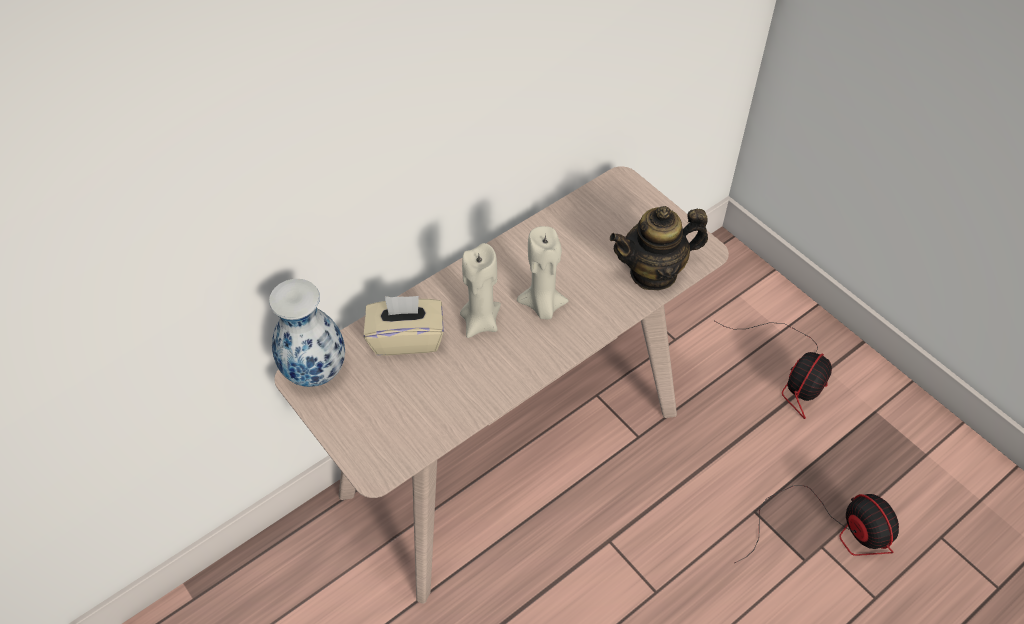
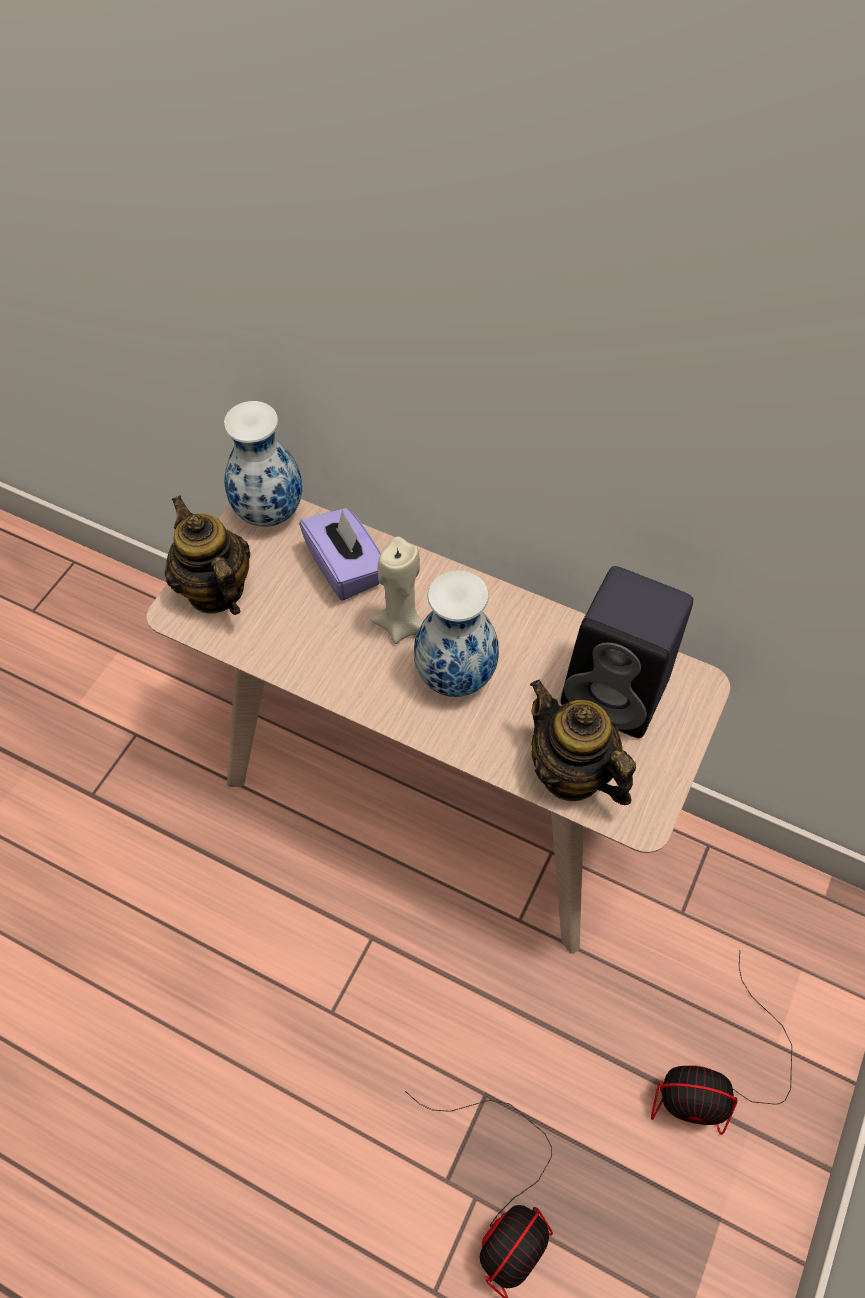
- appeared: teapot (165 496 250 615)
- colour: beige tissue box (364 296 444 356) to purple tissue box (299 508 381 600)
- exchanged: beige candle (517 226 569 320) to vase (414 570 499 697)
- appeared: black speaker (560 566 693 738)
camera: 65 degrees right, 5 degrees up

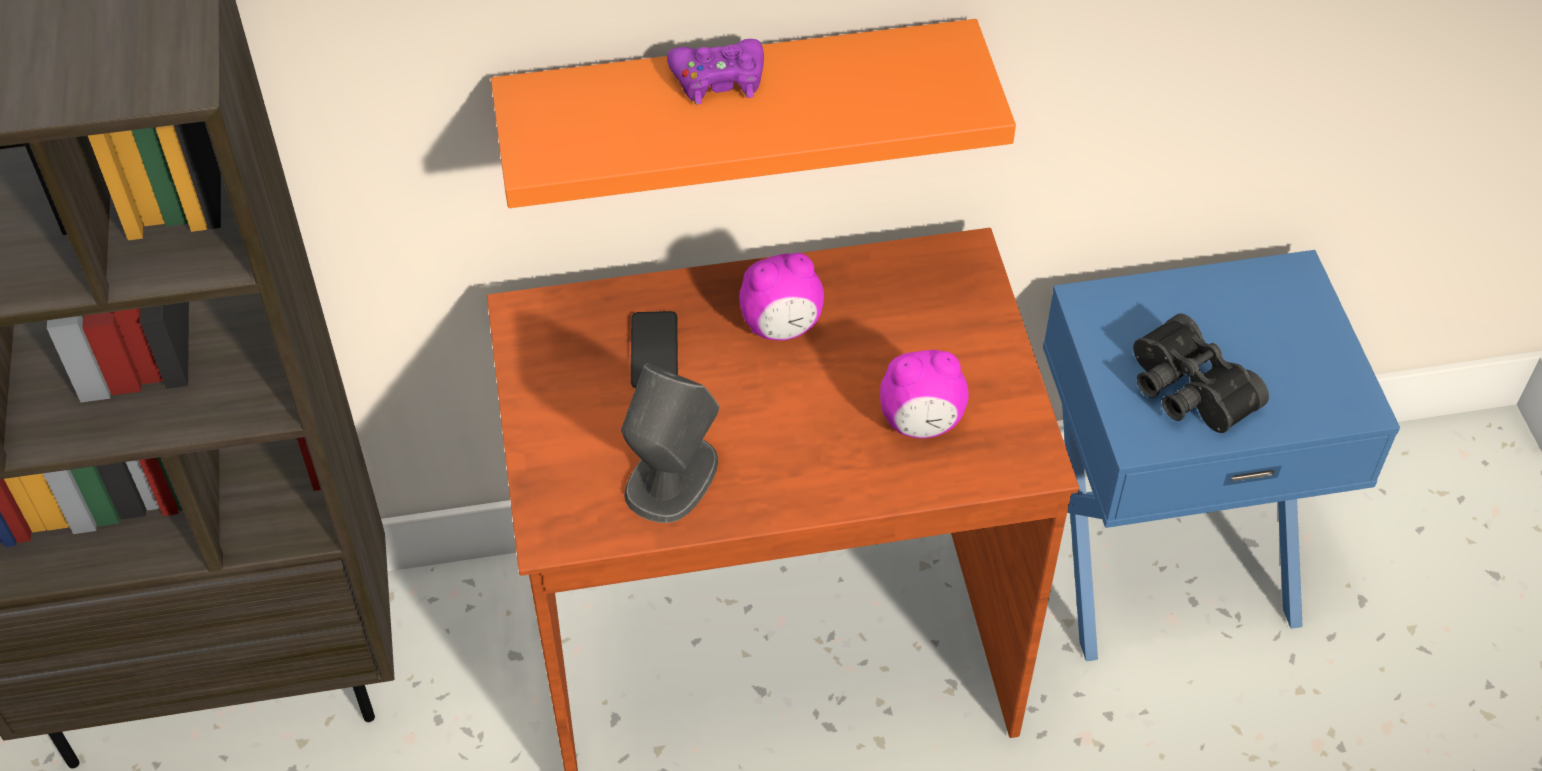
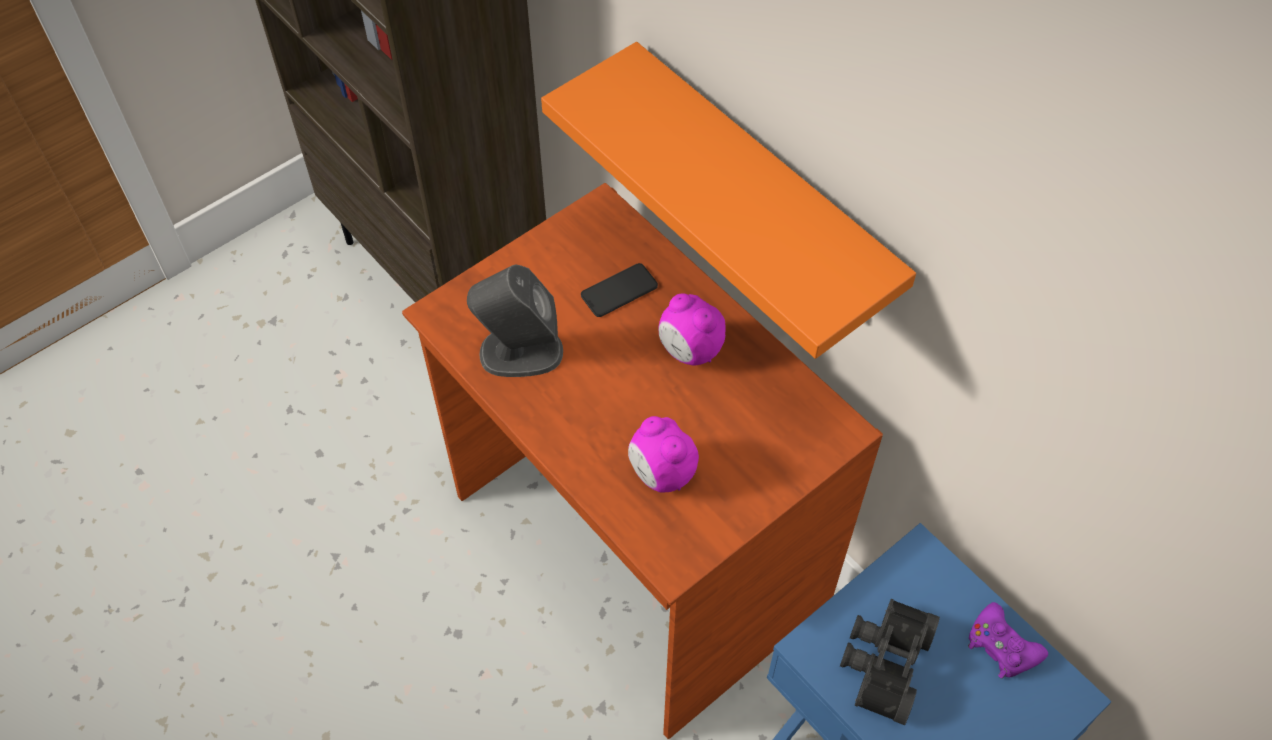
- relocated: purple game controller (667 39 764 104) to (968 602 1048 679)
camera: 60 degrees right, 5 degrees up

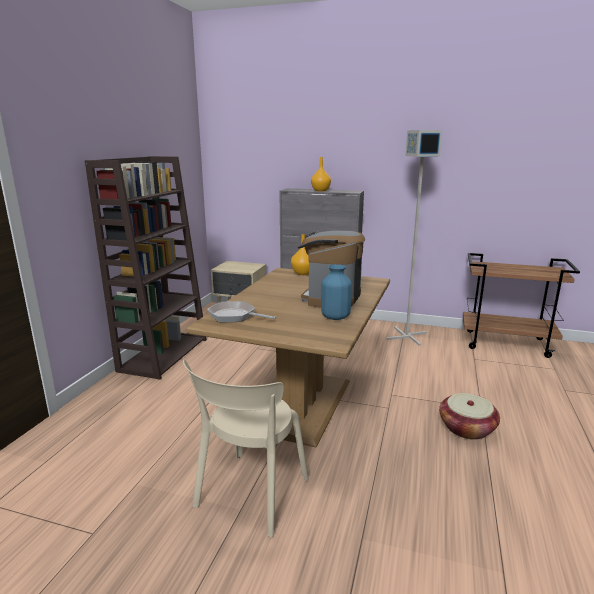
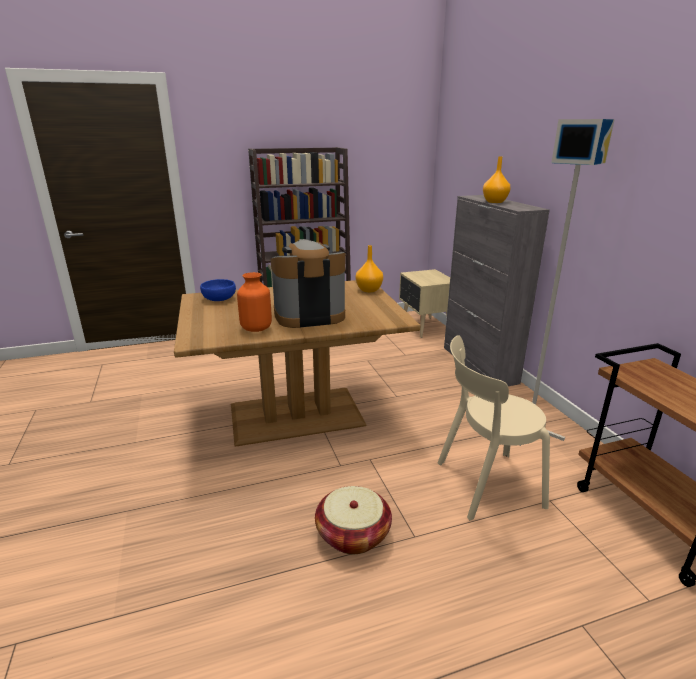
- exchanged: frying pan (207 301 276 323) to blue bowl (200 279 236 301)
- colour: blue vase (321 264 352 320) to orange vase (237 272 272 332)
- relocated: beige chair (183 359 309 537) to (438 335 550 520)
camera: 55 degrees right, 5 degrees up

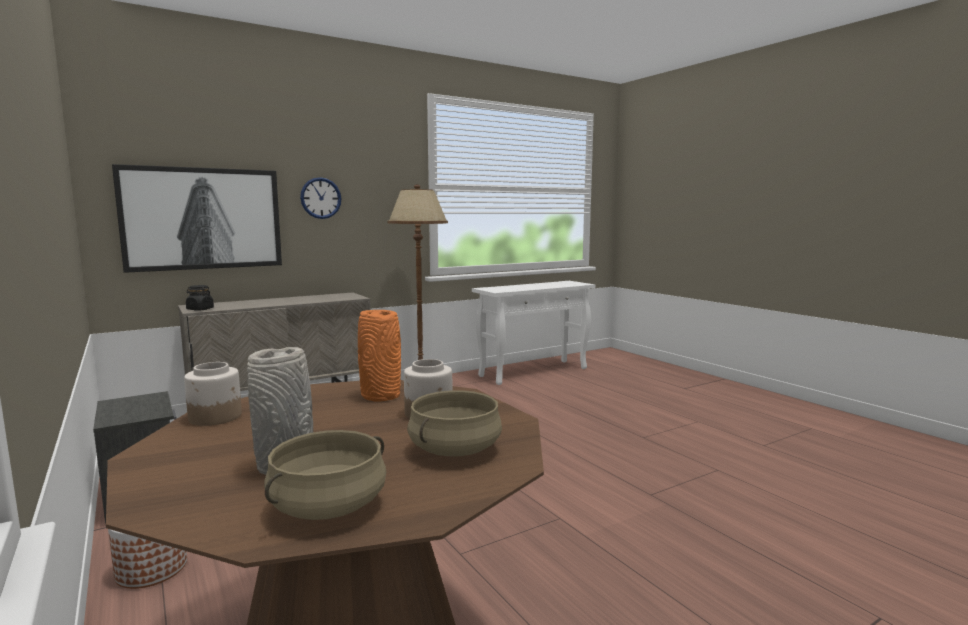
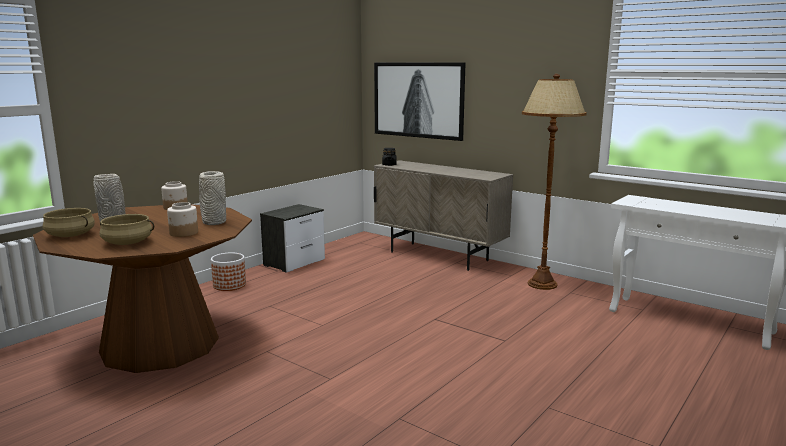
- colour: orange vase (358 310 401 401) to grey vase (199 171 226 225)
- missing: wall clock (300 177 342 219)
camera: 70 degrees right, 5 degrees up

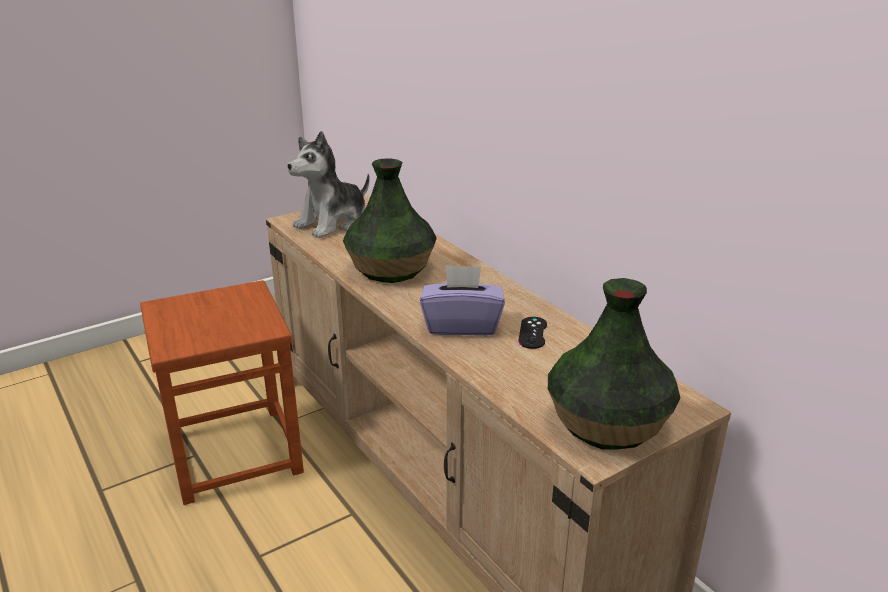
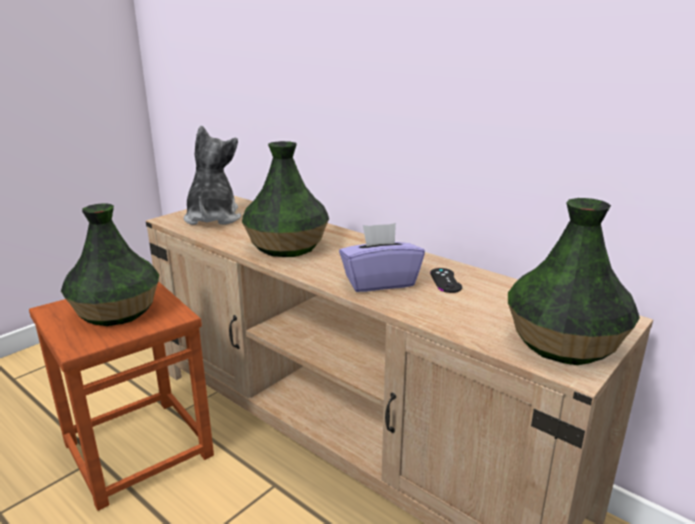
- appeared: vase (61 204 159 326)
- spun: plush toy (287 131 370 238) = (184 126 241 225) 150 degrees clockwise
camera: 15 degrees left, 5 degrees down

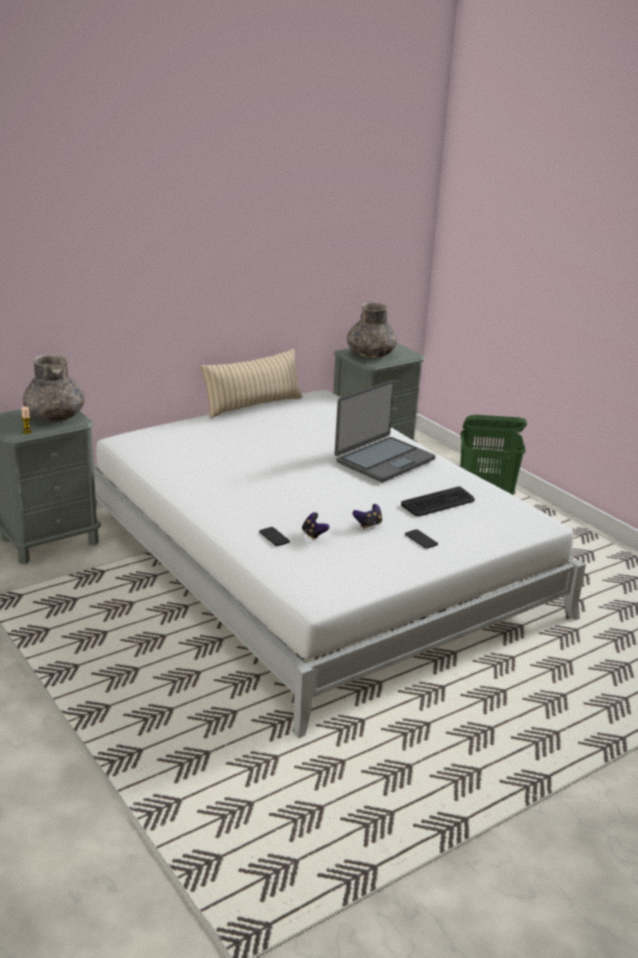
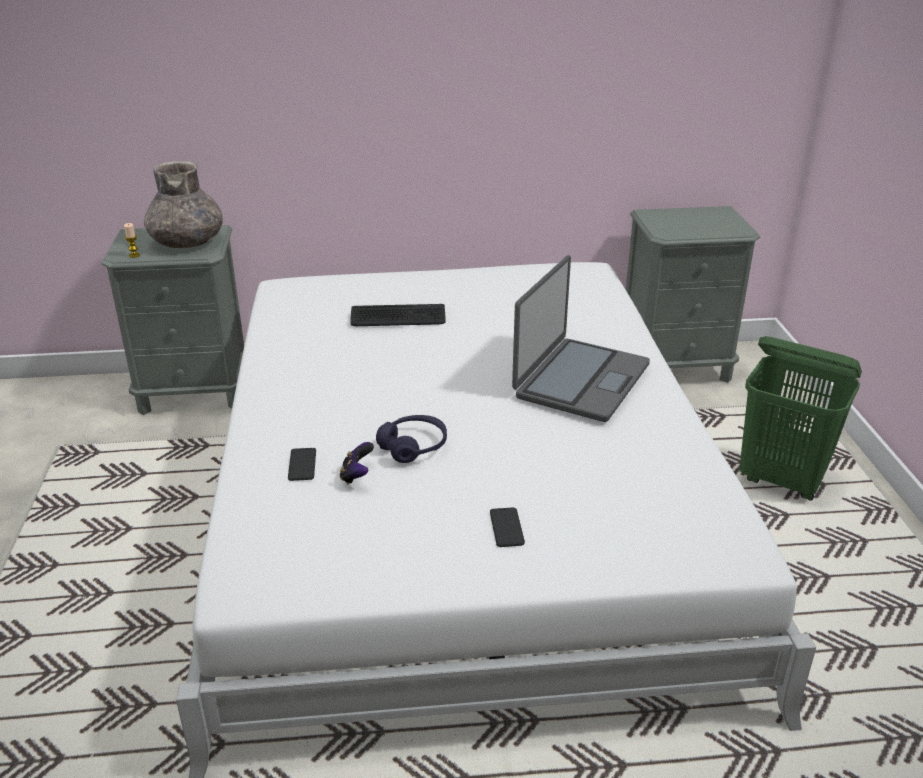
- relocated: keyboard (401 486 475 516) to (350 304 446 326)
- appeared: purple headphones (376 415 447 463)
- spun: laptop (335 380 436 482) = (512 255 650 422) 45 degrees counterclockwise
- missing: beige pillow (200 349 303 418)
- missing: grey vase (347 302 398 358)
- missing: game controller (353 504 382 529)
camera: 30 degrees right, 5 degrees up

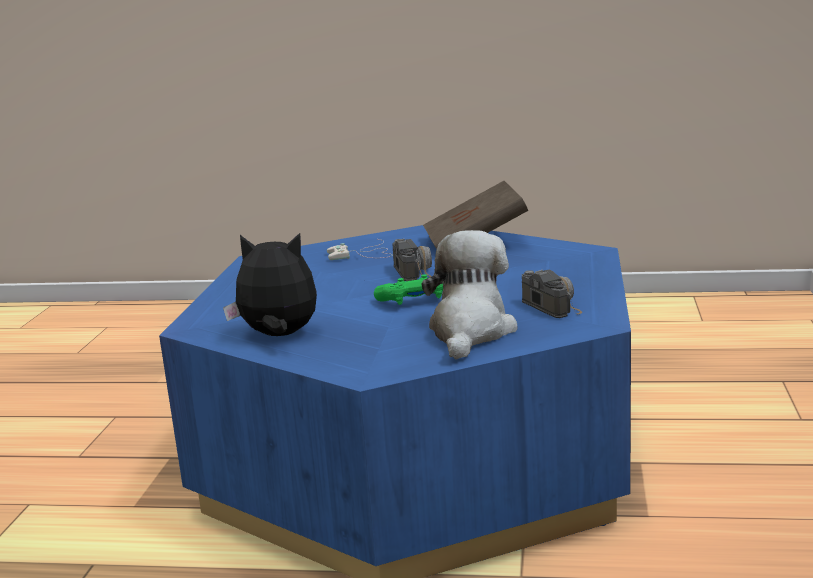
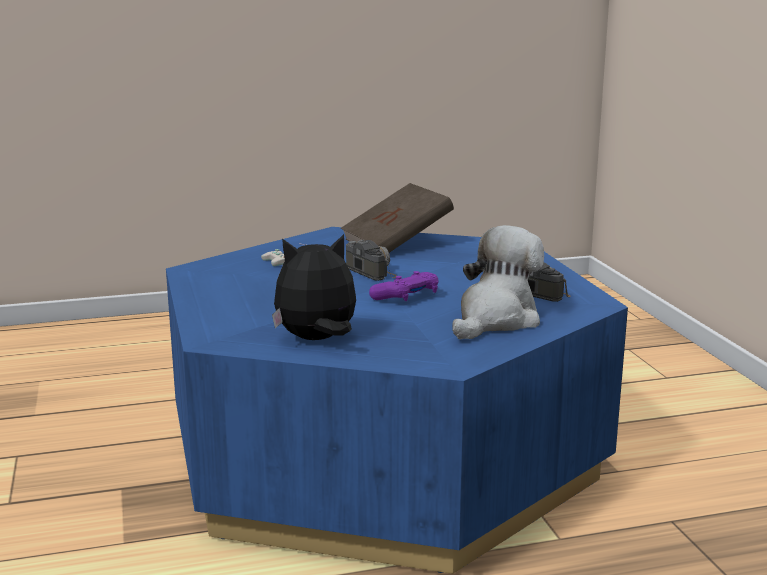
- colour: green game controller (374 274 443 305) to purple game controller (369 271 439 301)
- spun: plush toy (421 230 517 360) = (452 225 544 340) 45 degrees clockwise
camera: 25 degrees left, 0 degrees up

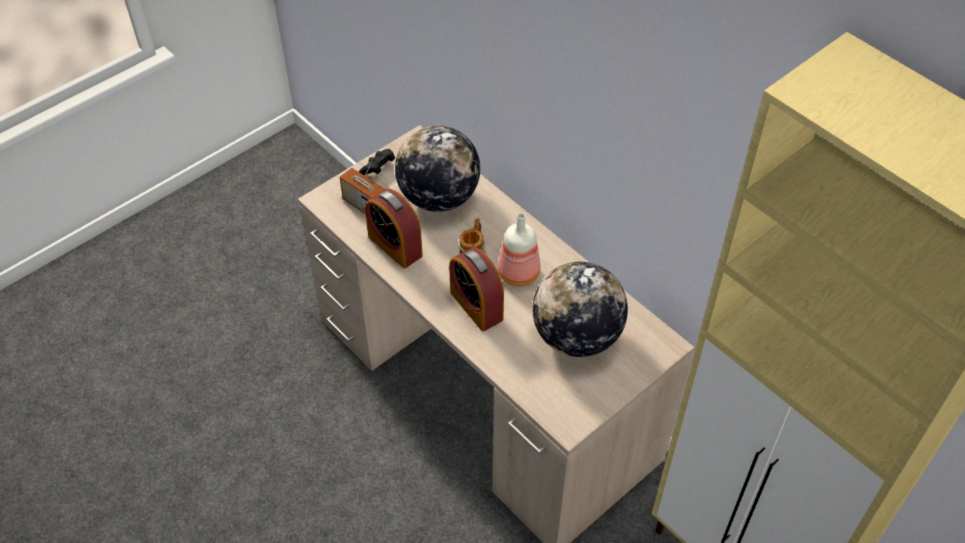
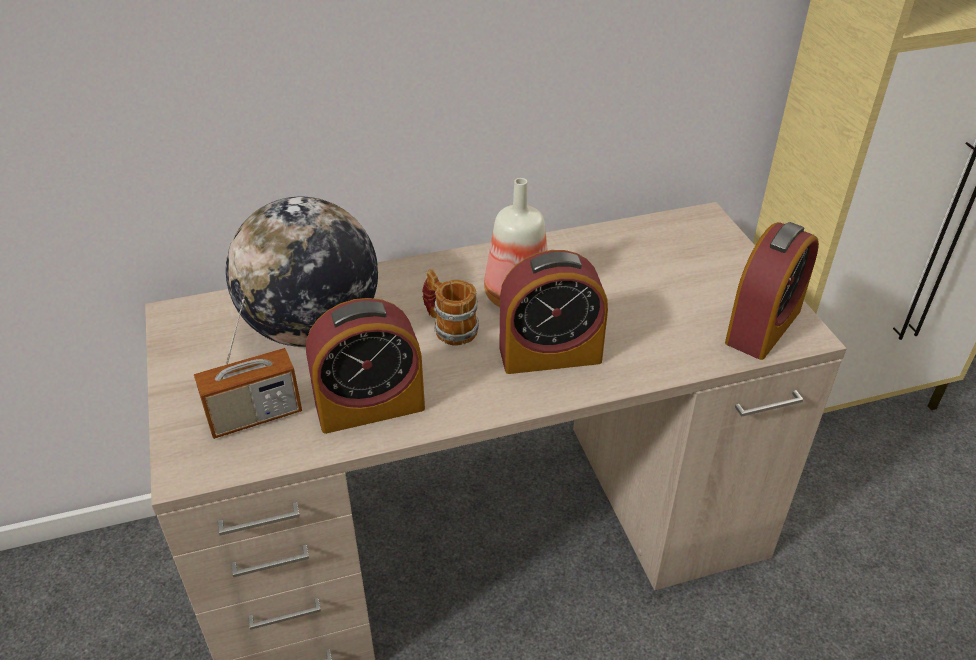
- appeared: alarm clock (725 222 819 360)
- missing: black game controller (359 149 395 175)
- missing: globe (532 262 628 357)
camera: 65 degrees left, 10 degrees down

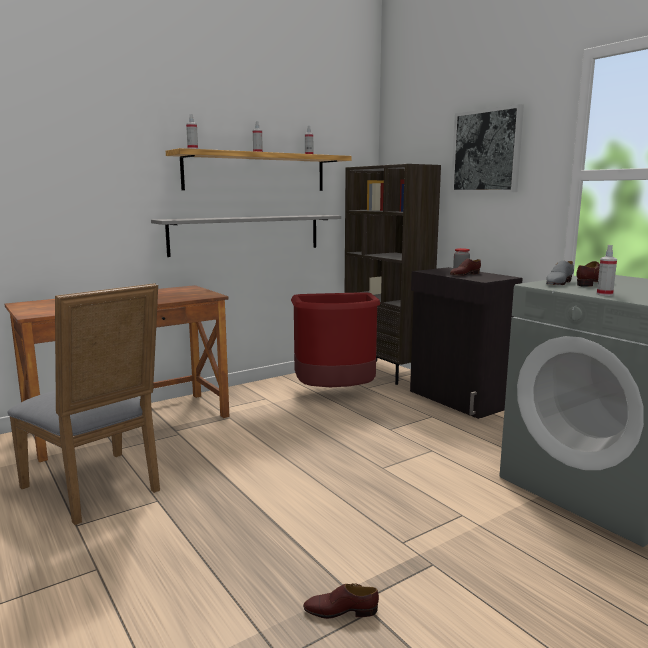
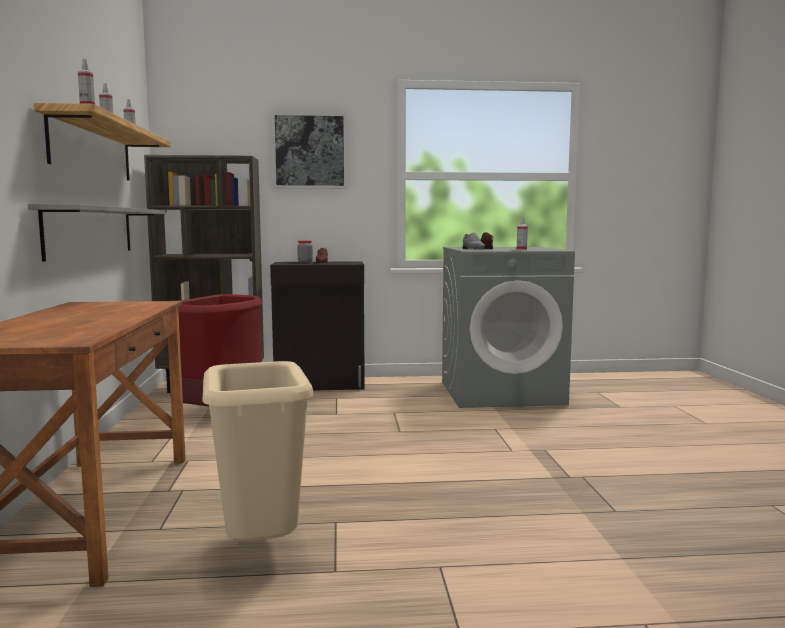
- exchanged: grey chair (7 283 160 525) to beige trash can (202 361 313 542)
- missing: brown shoe (303 583 379 619)
camera: 60 degrees left, 5 degrees down

